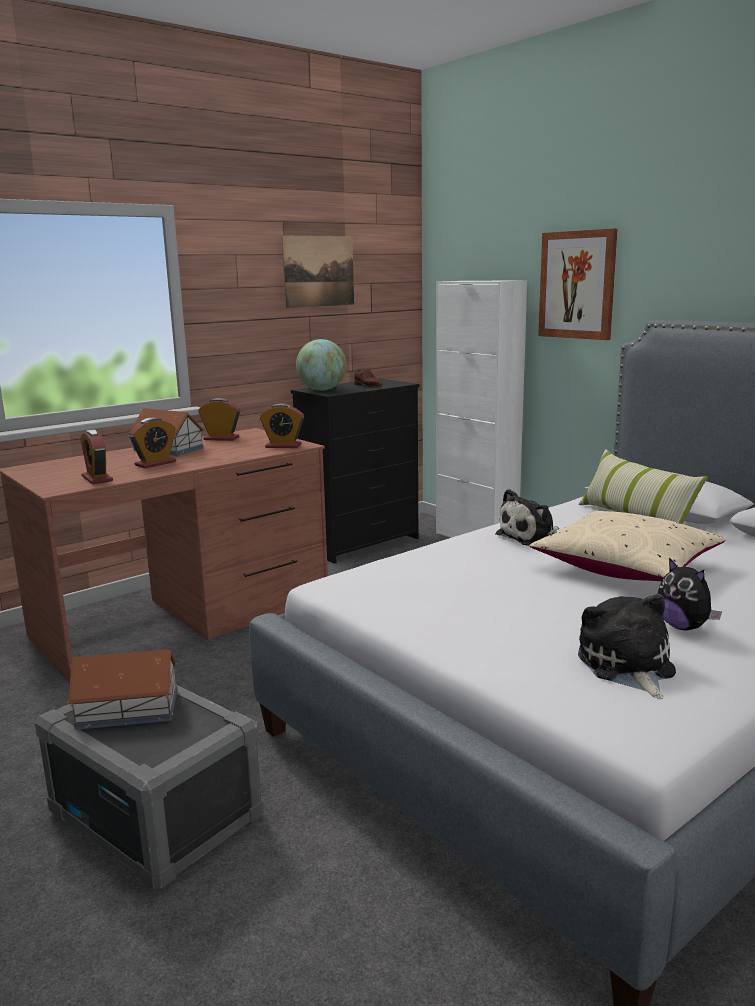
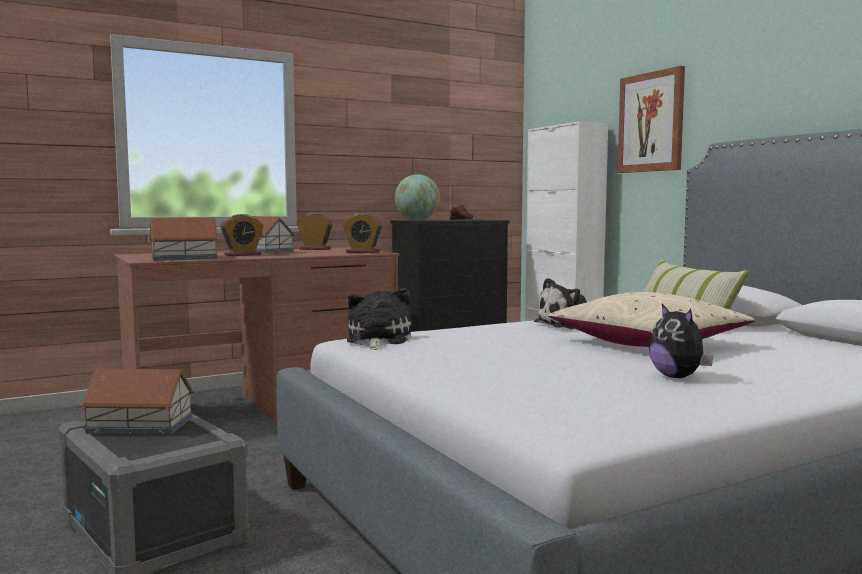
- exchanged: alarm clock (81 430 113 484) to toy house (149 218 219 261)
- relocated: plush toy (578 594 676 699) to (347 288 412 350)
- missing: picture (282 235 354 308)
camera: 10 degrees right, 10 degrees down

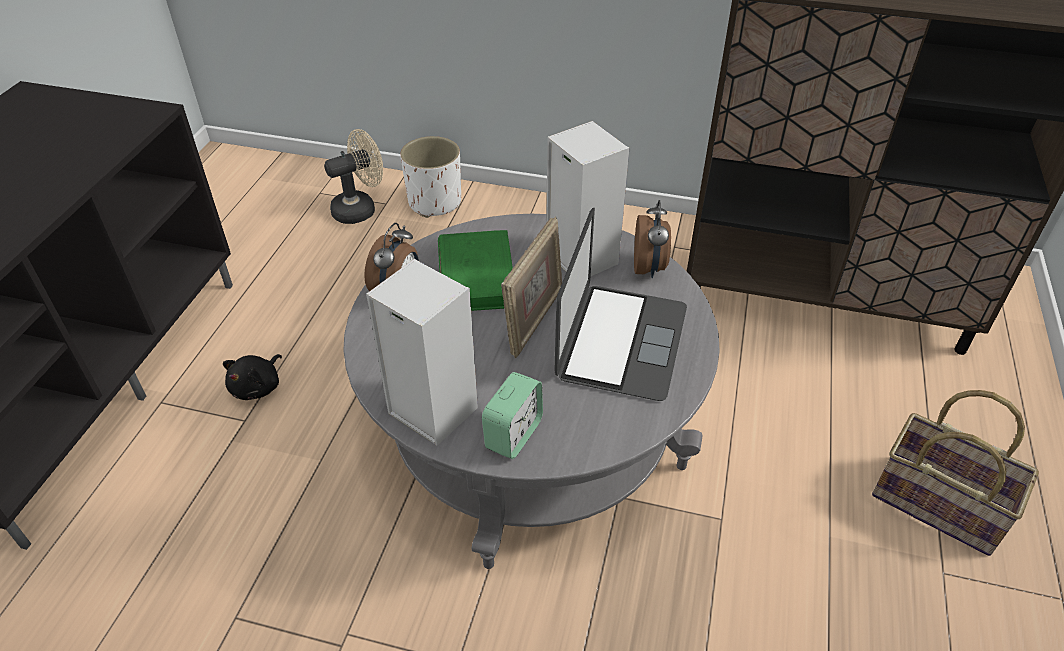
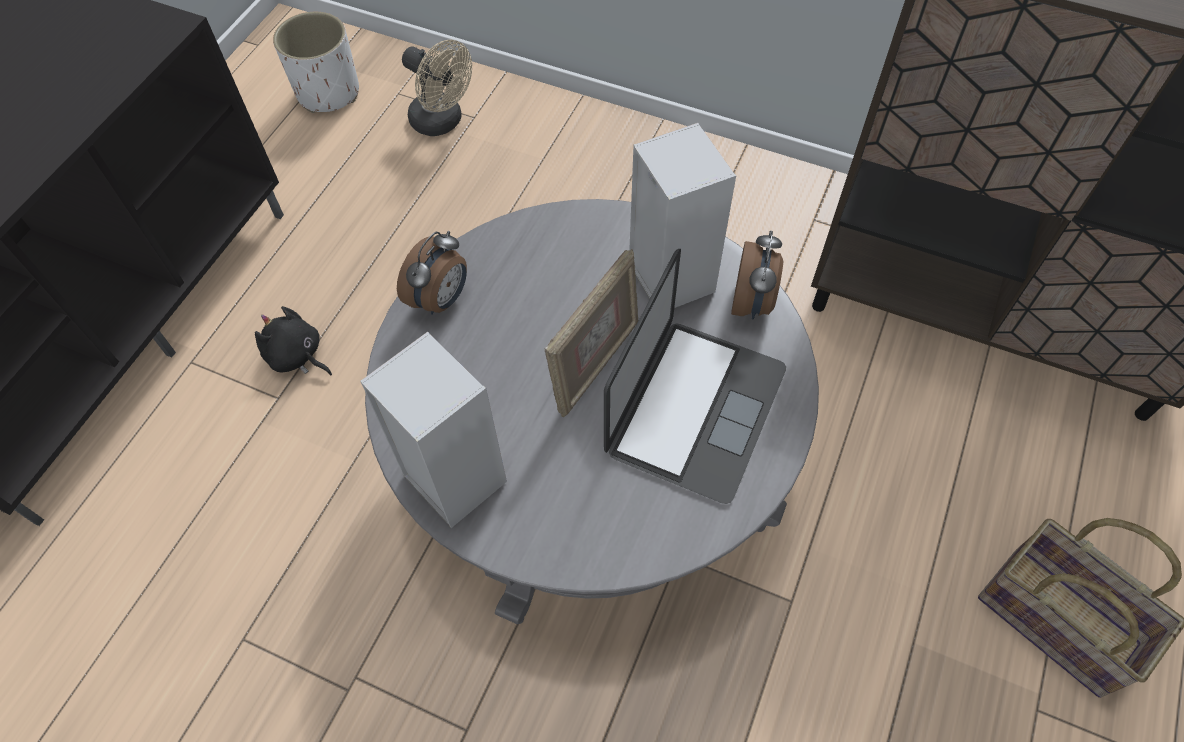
- spun: black plush toy (223 354 282 400) = (255 306 332 375) 90 degrees clockwise
- relocated: white planter (400 136 461 218) to (273 12 359 113)
- spun: beige fan (324 129 383 224) = (402 39 472 136) 60 degrees clockwise
- missing: green book (438 230 513 311)
- missing: alarm clock (482 372 543 459)
camera: 10 degrees right, 15 degrees up

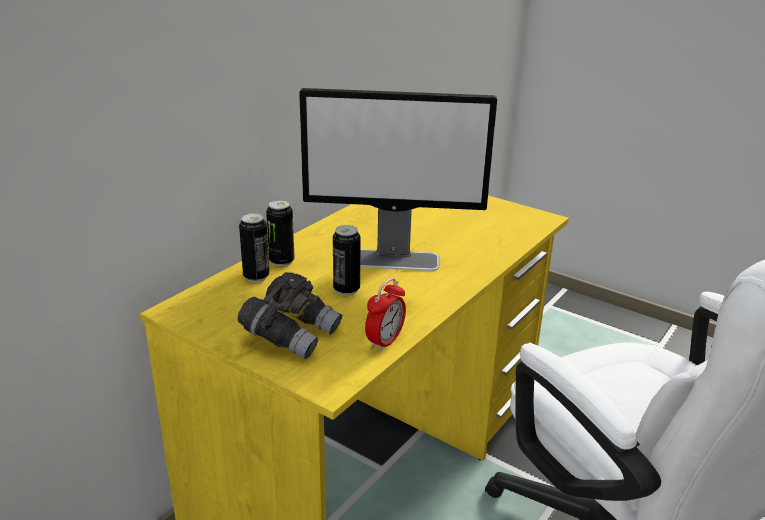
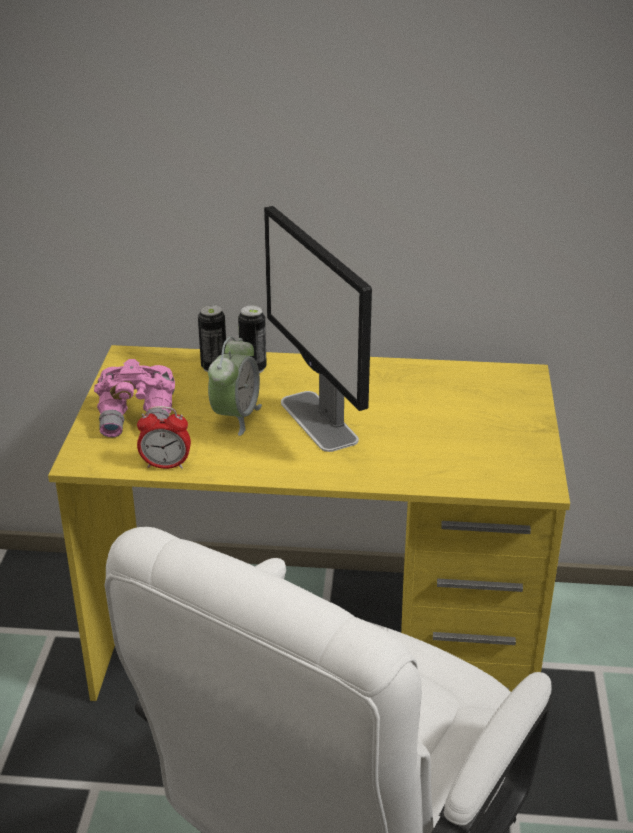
- colour: grey binoculars (238 272 342 359) to pink binoculars (94 359 175 437)
- exchanged: can (333 225 361 296) to alarm clock (208 337 262 436)
camera: 60 degrees right, 5 degrees up

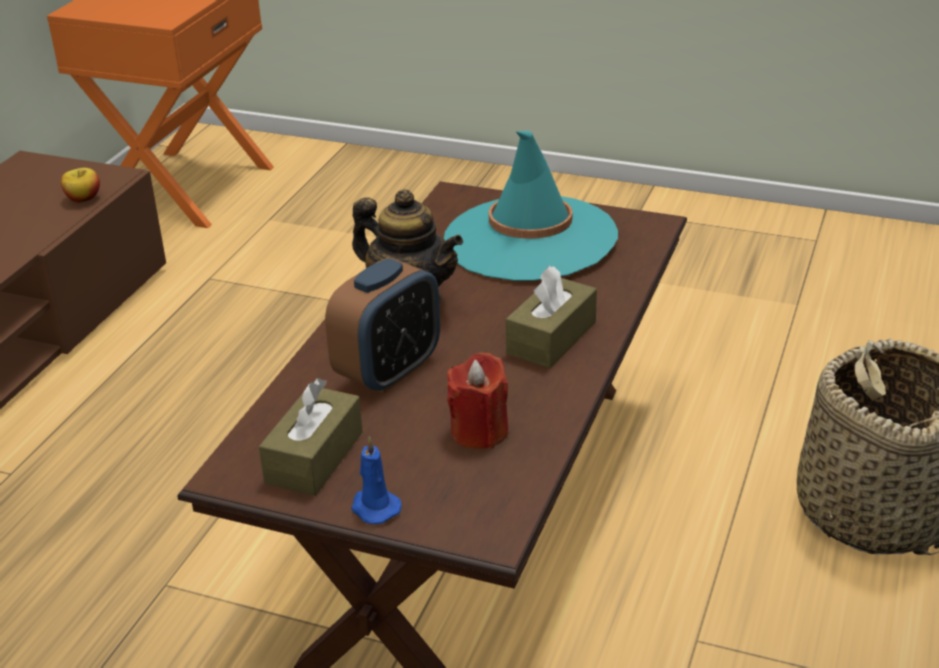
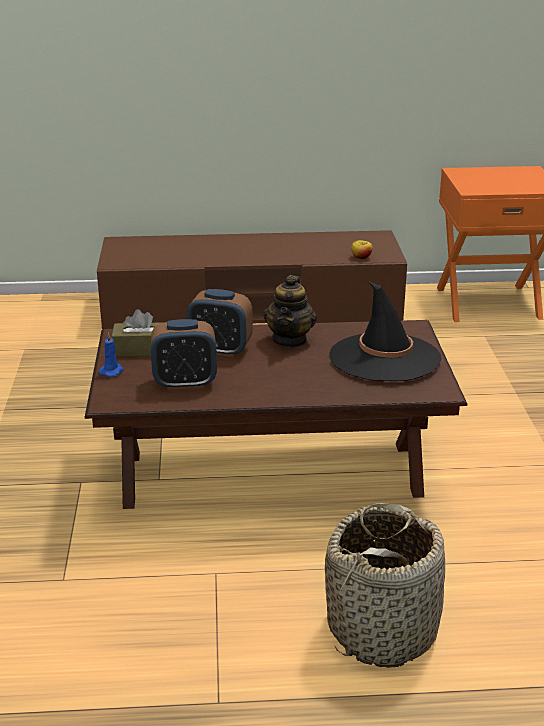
- exchanged: red candle (447 353 509 449) to alarm clock (151 319 217 390)
- colour: turquoise hat (444 131 618 281) to black hat (329 281 442 381)
- missing: brown tissue box (506 265 597 368)
camera: 65 degrees right, 5 degrees down

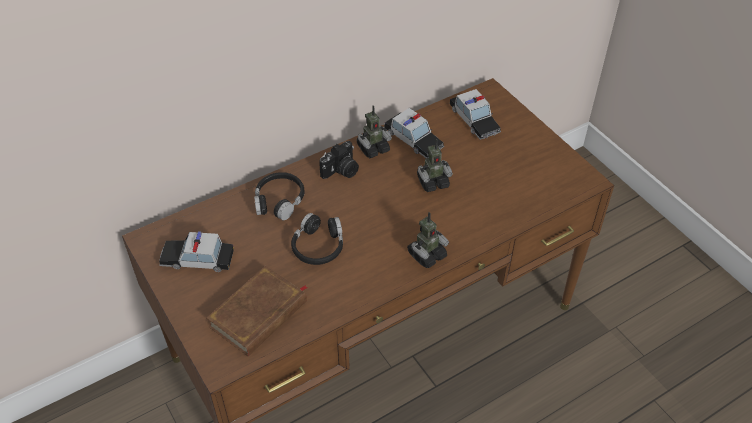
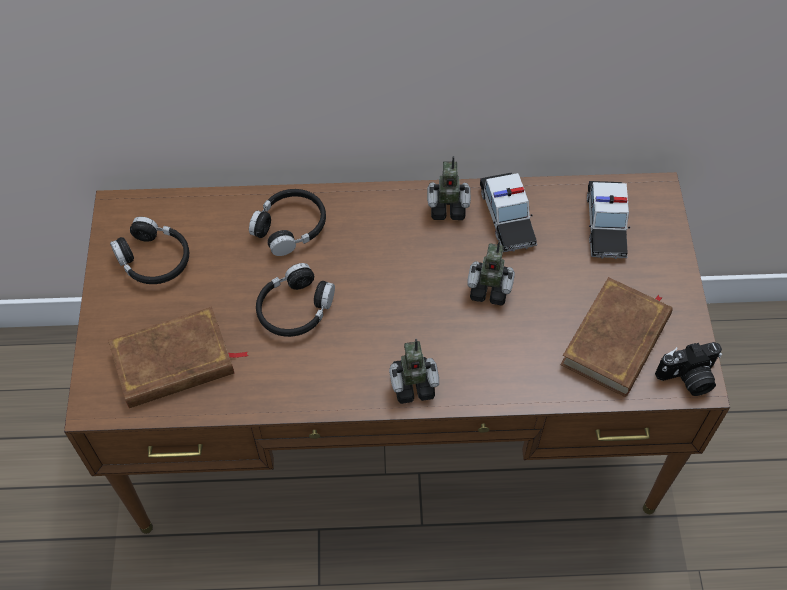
- exchanged: toy car (159 231 234 272) to black headphones (110 217 189 284)
- appeared: brown book (560 277 672 397)
- relocated: photo camera (319 141 359 179) to (655 342 722 396)
camera: 30 degrees right, 10 degrees up

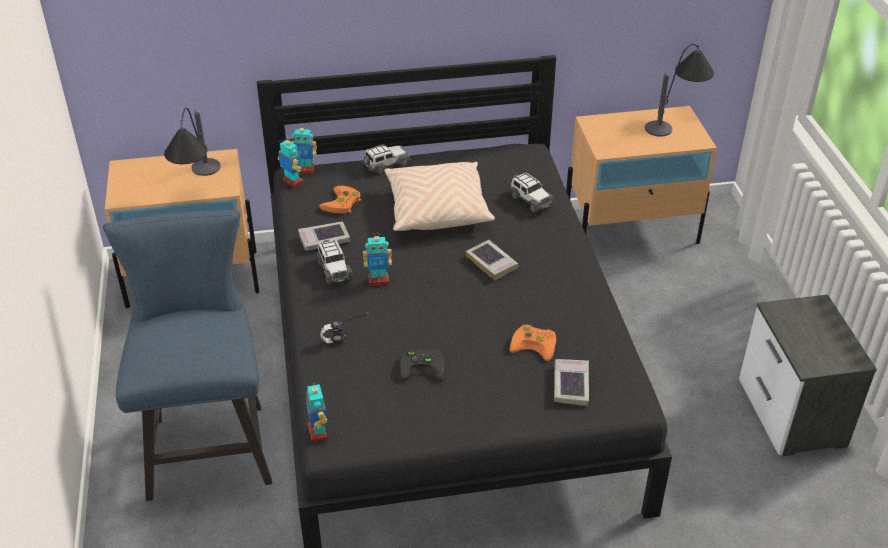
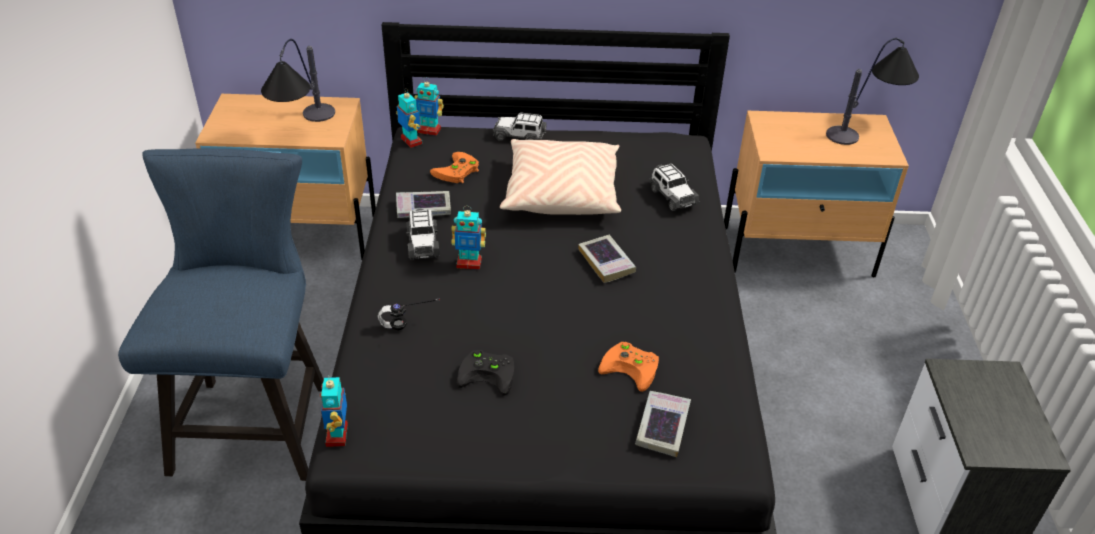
- spun: toy car (363 142 410 174) = (493 112 546 141) 150 degrees counterclockwise
camera: 10 degrees right, 0 degrees up

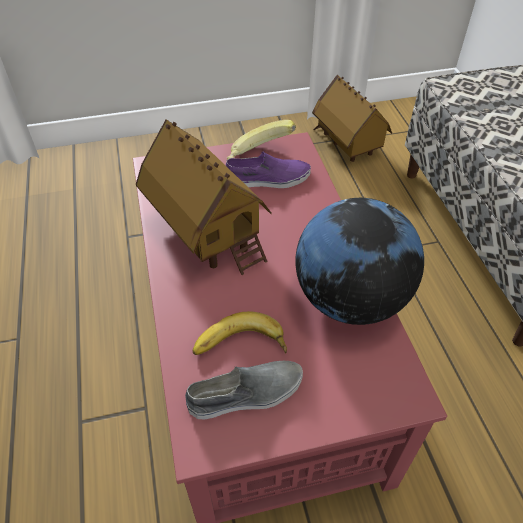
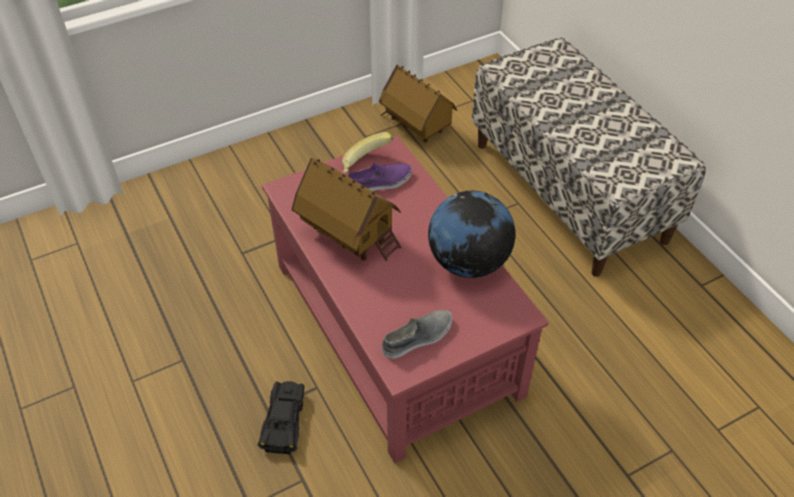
- appeared: black toy car (258 381 304 454)
- missing: banana (193 311 287 355)
camera: 15 degrees left, 0 degrees up

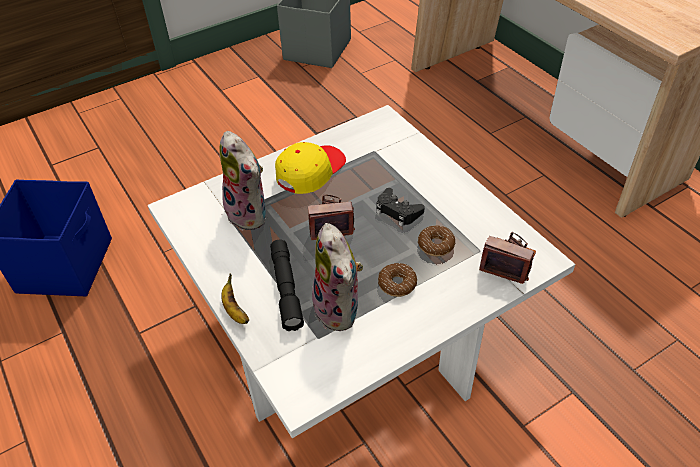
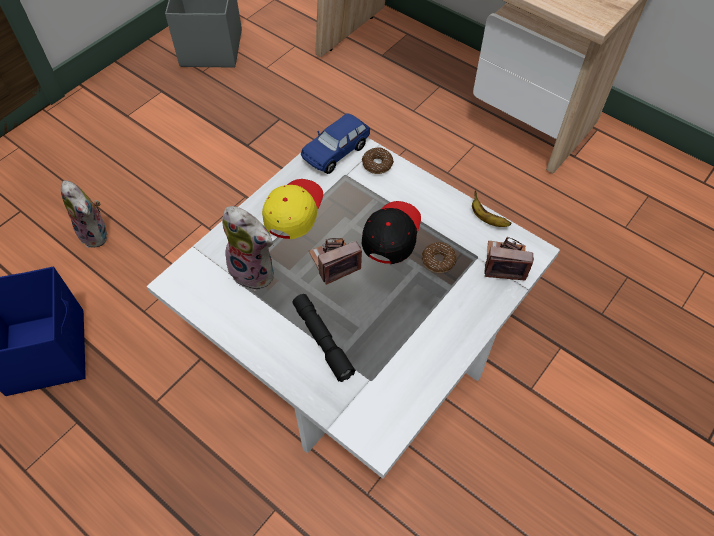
- relocated: plush toy (312 223 363 331) to (61 181 108 248)
- appeared: blue toy car (301 113 370 174)
- relocated: donut (378 263 417 297) to (362 147 394 174)
- exchanged: black game controller (376 188 425 227) to black cap (362 201 421 264)
- relocated: banana (221 273 249 324) to (472 191 511 227)
camera: 20 degrees left, 10 degrees up

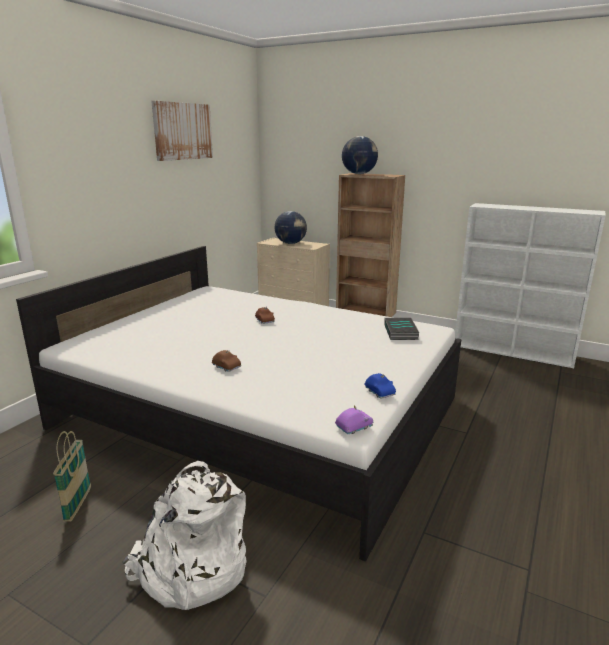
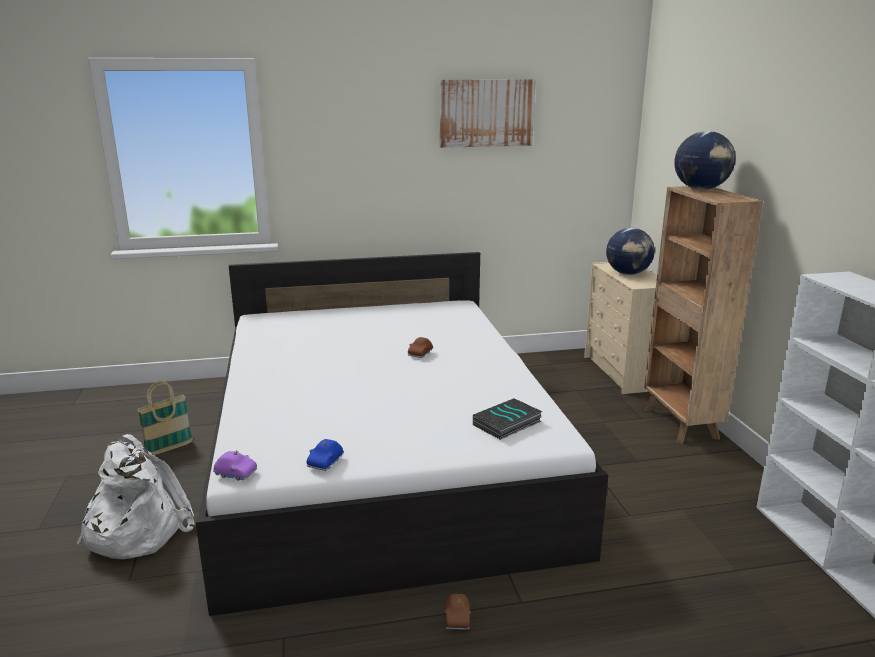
- relocated: brown toy car (212 350 241 372) to (444 594 471 630)
camera: 50 degrees right, 0 degrees up

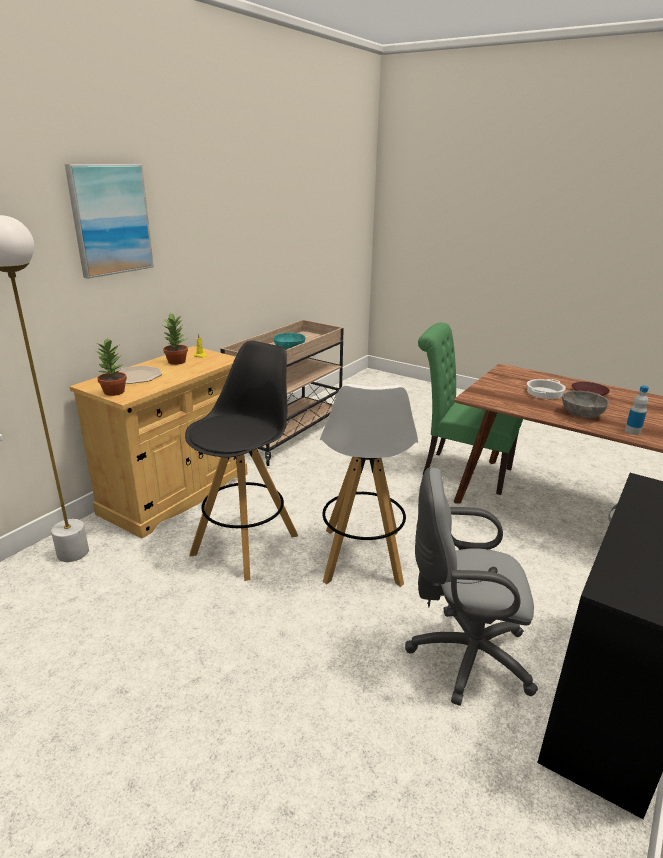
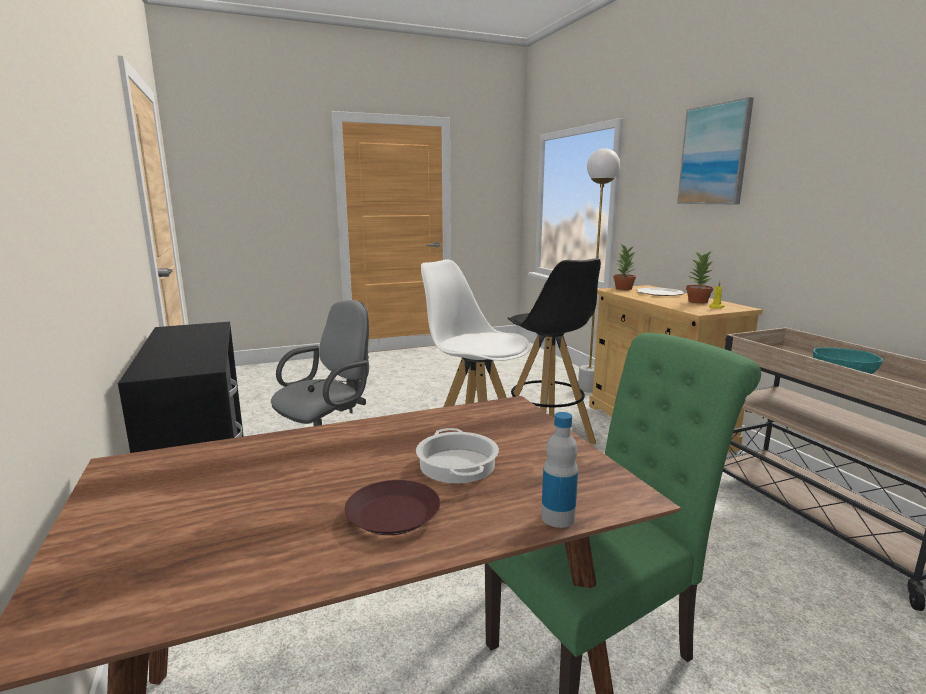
- relocated: bottle (625 386 649 435) to (541 412 578 528)
- missing: grey bowl (562 391 609 418)
camera: 125 degrees right, 10 degrees down

